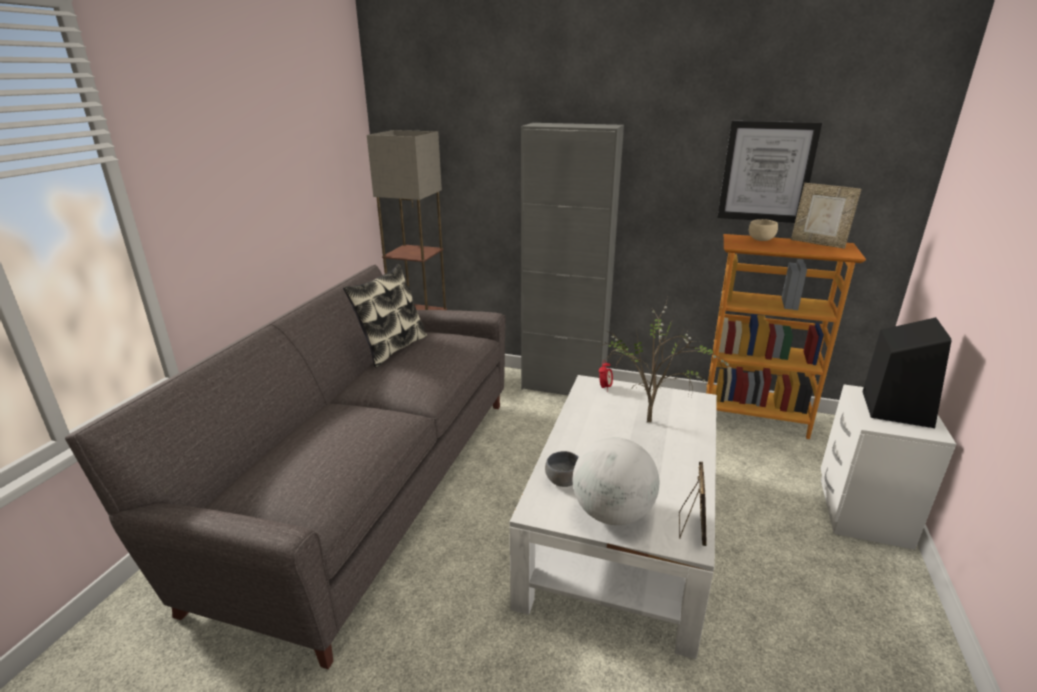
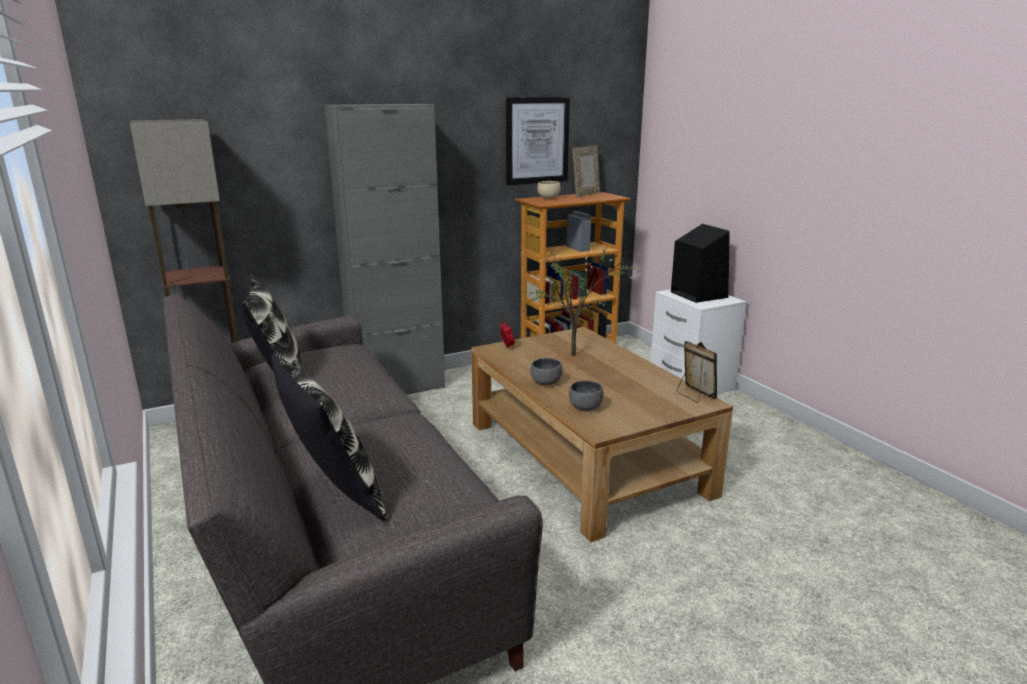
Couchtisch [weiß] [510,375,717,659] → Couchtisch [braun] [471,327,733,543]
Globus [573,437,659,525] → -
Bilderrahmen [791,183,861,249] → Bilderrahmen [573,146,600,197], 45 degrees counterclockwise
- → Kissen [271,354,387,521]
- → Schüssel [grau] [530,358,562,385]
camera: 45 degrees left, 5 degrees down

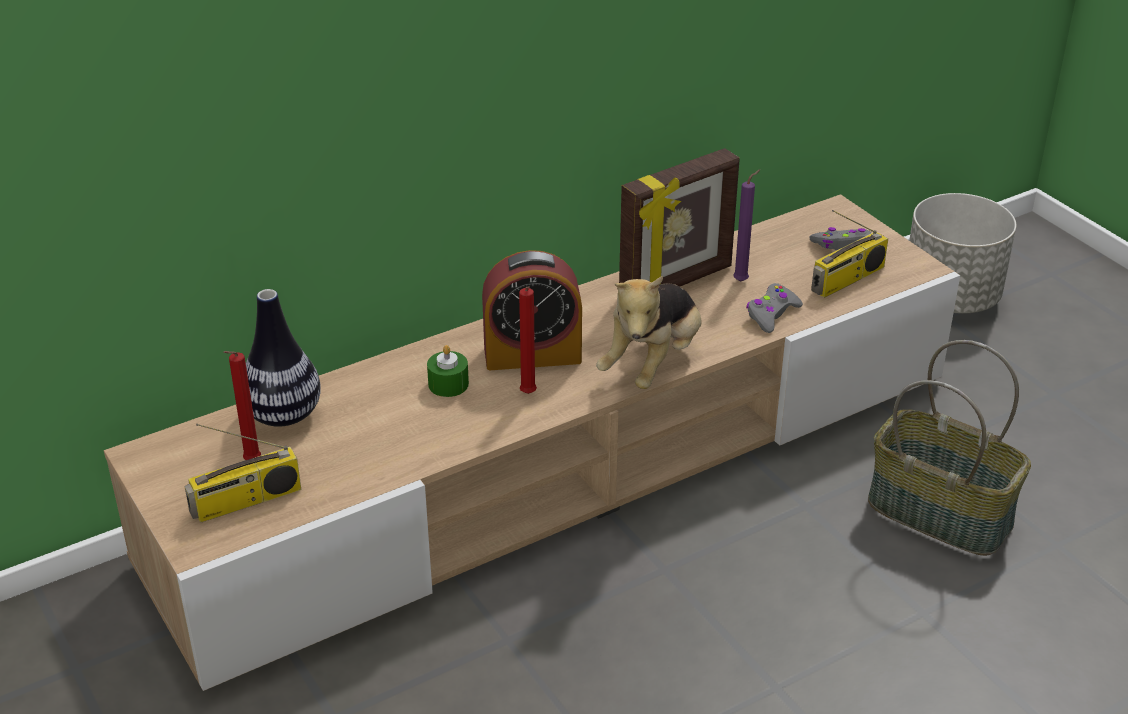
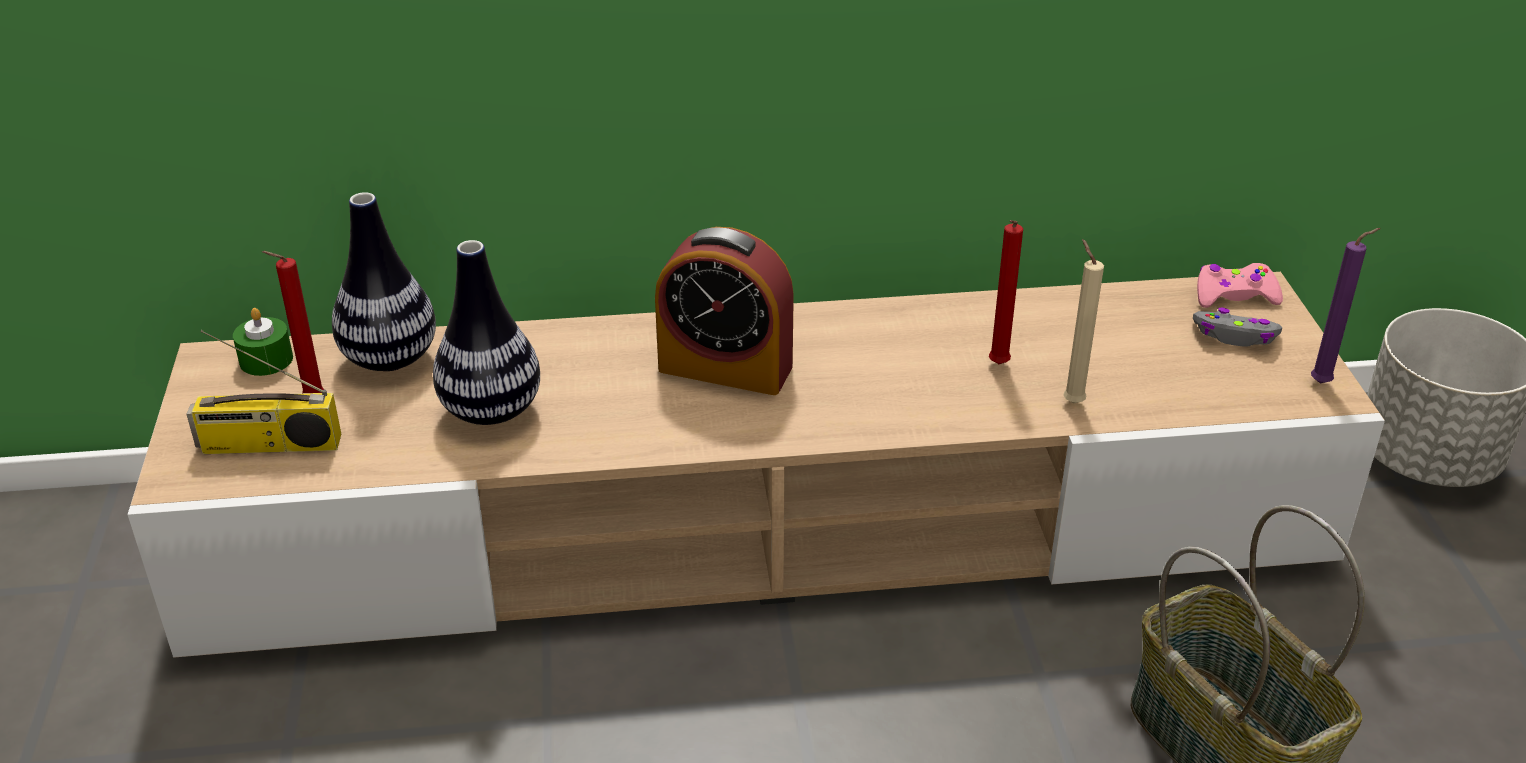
Kerze [grün] [427,345,469,397] → Kerze [grün] [233,308,293,376], move
Kerze [rot] [519,286,537,394] → Kerze [rot] [989,220,1023,364], move
Plüschtier [596,275,702,389] → -
Bilderrahmen [619,148,740,286] → -
Kerze [lila] [733,169,760,282] → Kerze [lila] [1311,228,1381,383], move
Gamepad [grau] [746,283,803,333] → Kerze [beige] [1063,239,1104,403]
Radio [811,210,888,298] → -
- → Vase [433,240,540,425]
- → Gamepad [rosa] [1197,263,1283,308]
camera: 25 degrees right, 0 degrees up

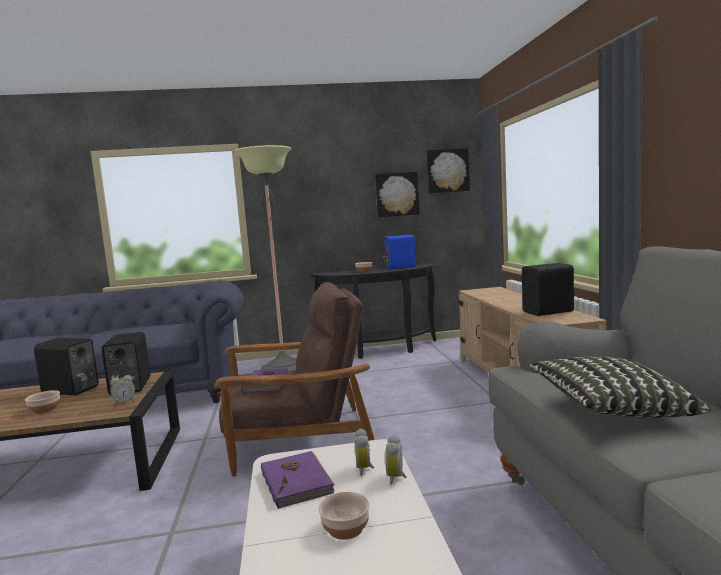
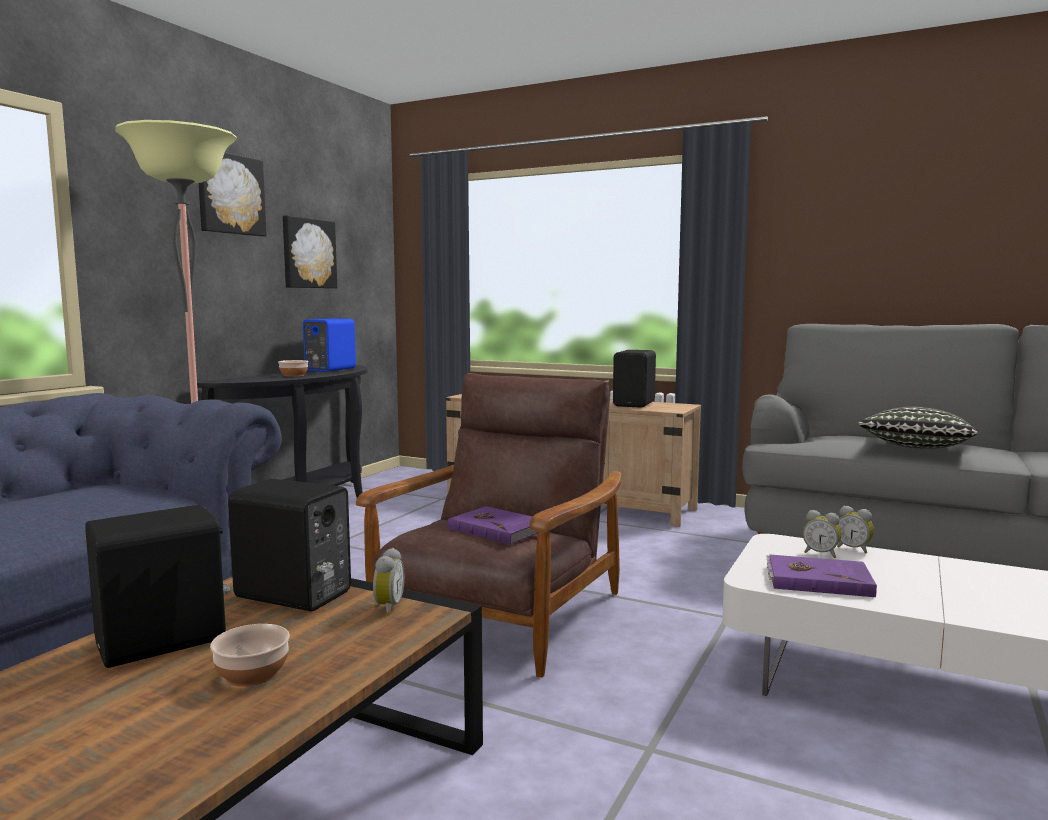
Schüssel [318,492,370,540] → -
Bild [426,148,470,194] → Bild [199,152,267,237], move
camera: 55 degrees left, 0 degrees up

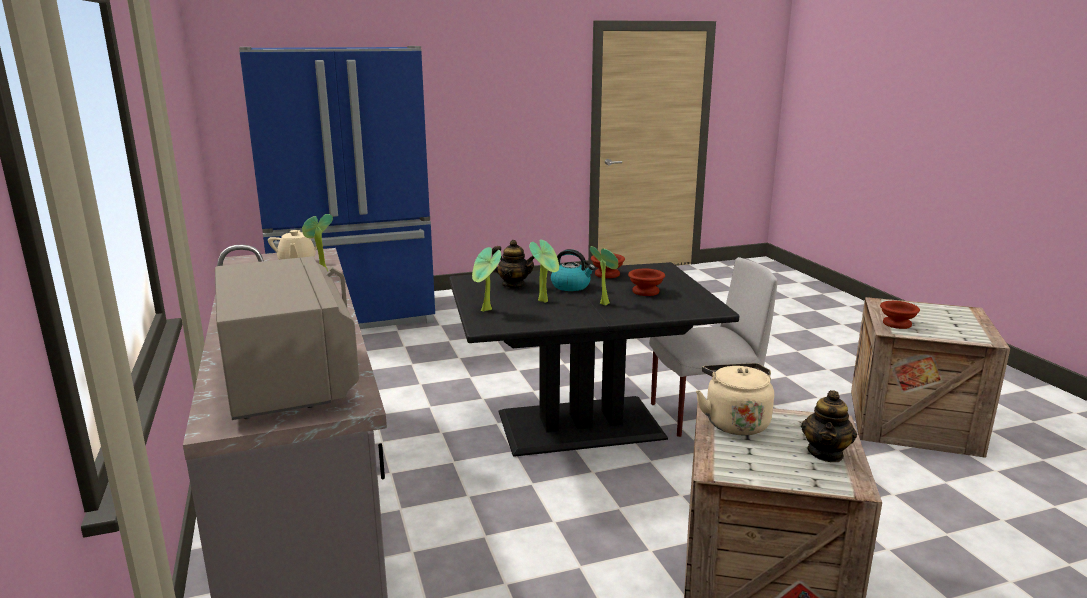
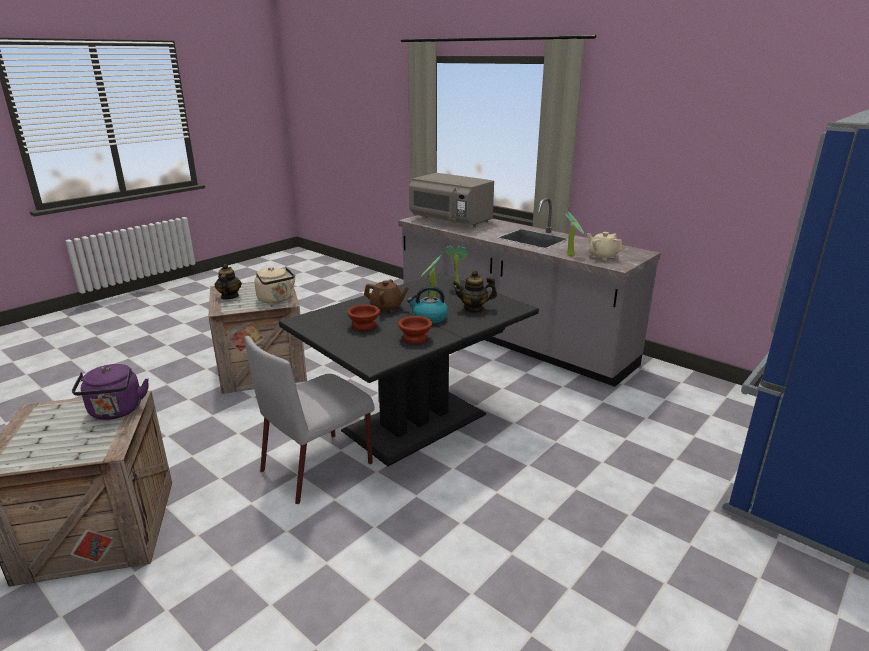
Topfpflanze [590,246,618,305] → Teekanne [braun] [364,279,409,313]
Schüssel [braun] [880,301,920,329] → Wasserkessel [lila] [72,364,149,420]
camera: 150 degrees right, 5 degrees up

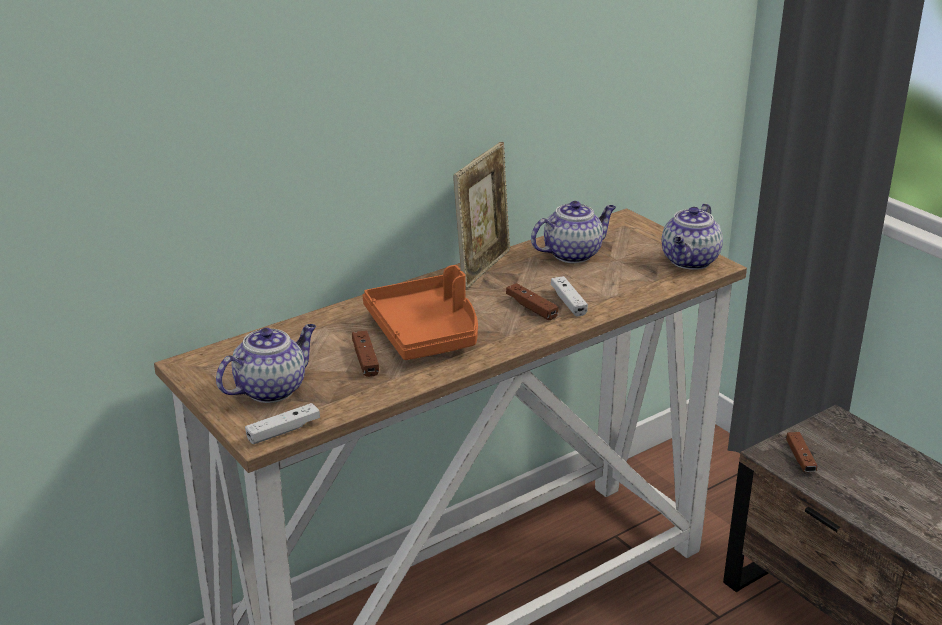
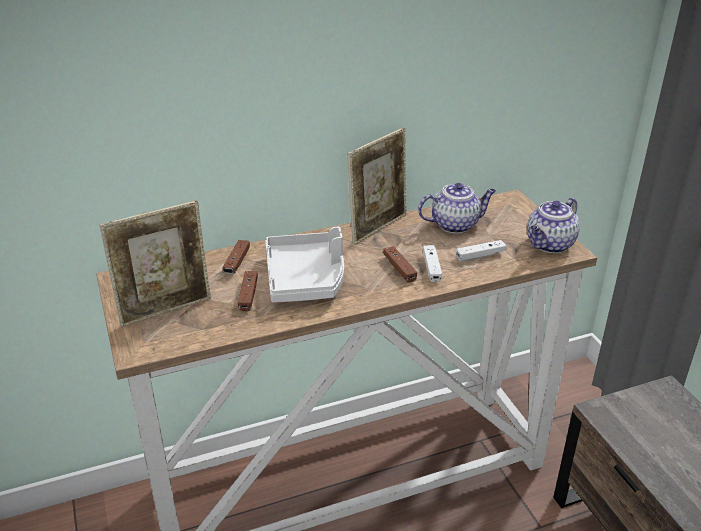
Teekanne [216,324,316,403] → Bilderrahmen [100,201,211,327]
Gamepad [weiß] [245,403,320,444] → Gamepad [weiß] [456,240,506,262], move
Tablett [orange] [363,265,478,360] → Tablett [grau] [265,227,344,303]
Gamepad [braun] [786,432,817,472] → Gamepad [braun] [222,240,250,274], move
camera: 15 degrees right, 5 degrees up

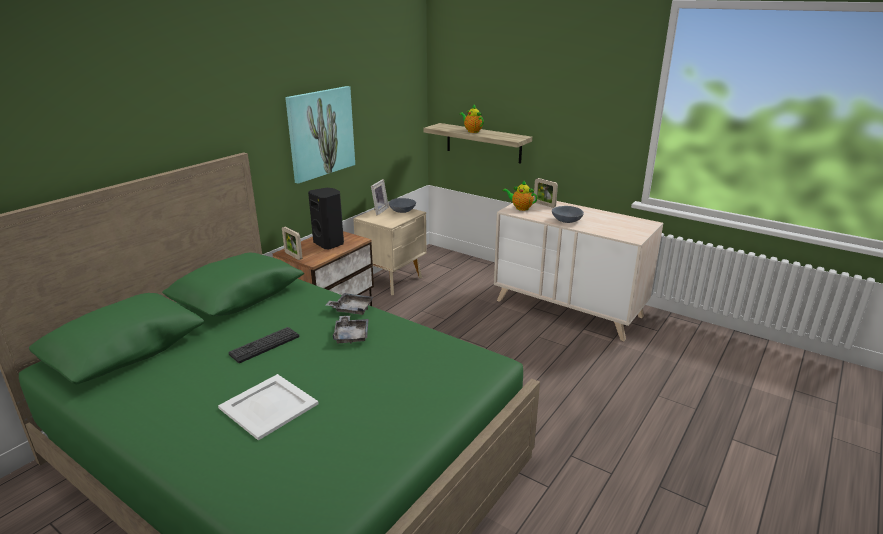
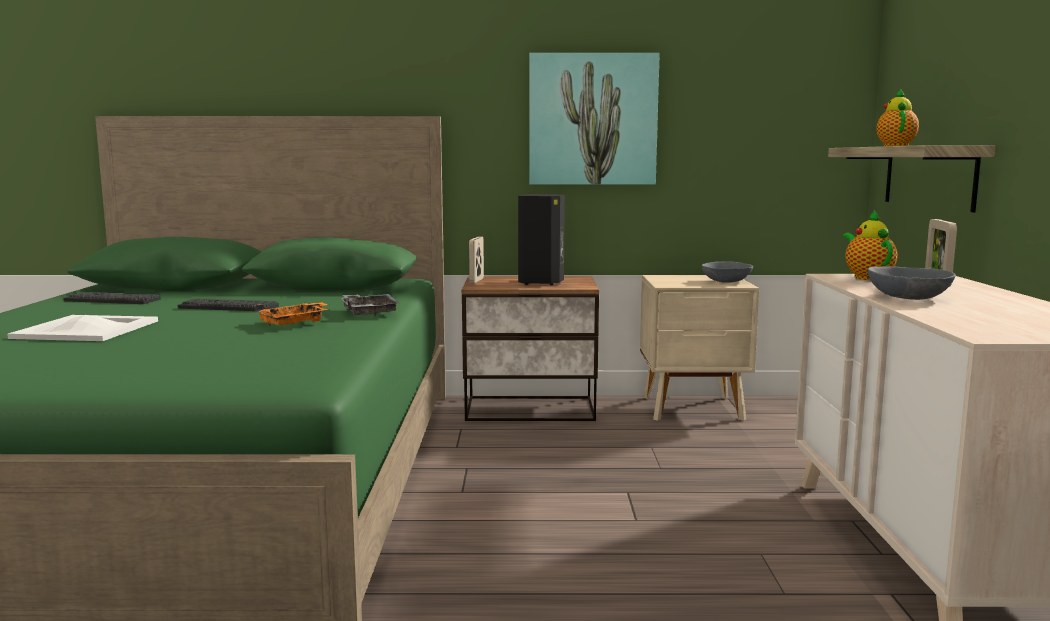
Tablett [grau] [333,316,369,344] → Tablett [orange] [254,302,329,325]
Bilderrahmen [371,179,389,215] → -
- → Tastatur [63,292,161,304]
camera: 55 degrees right, 15 degrees down

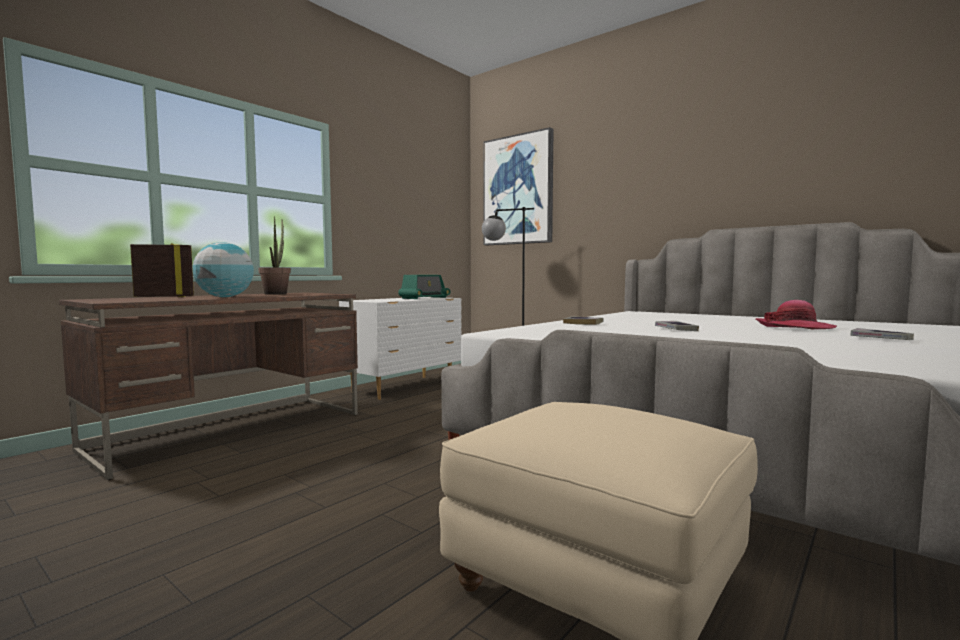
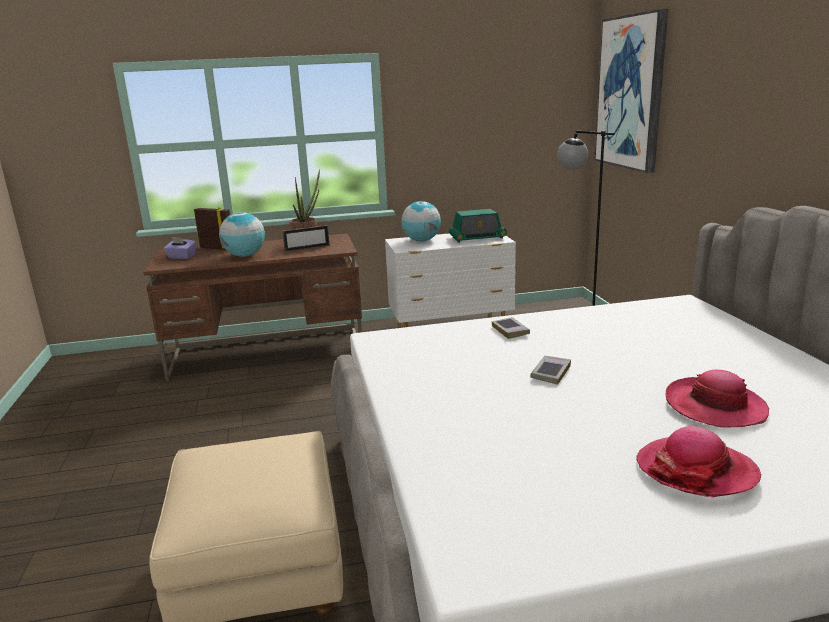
Buch [851,328,914,340] → Hut [636,426,761,497]
- → Taschentuchbox [lila] [164,237,196,259]
- → Bilderrahmen [282,225,330,252]
- → Globus [401,201,441,241]
camera: 40 degrees right, 15 degrees up

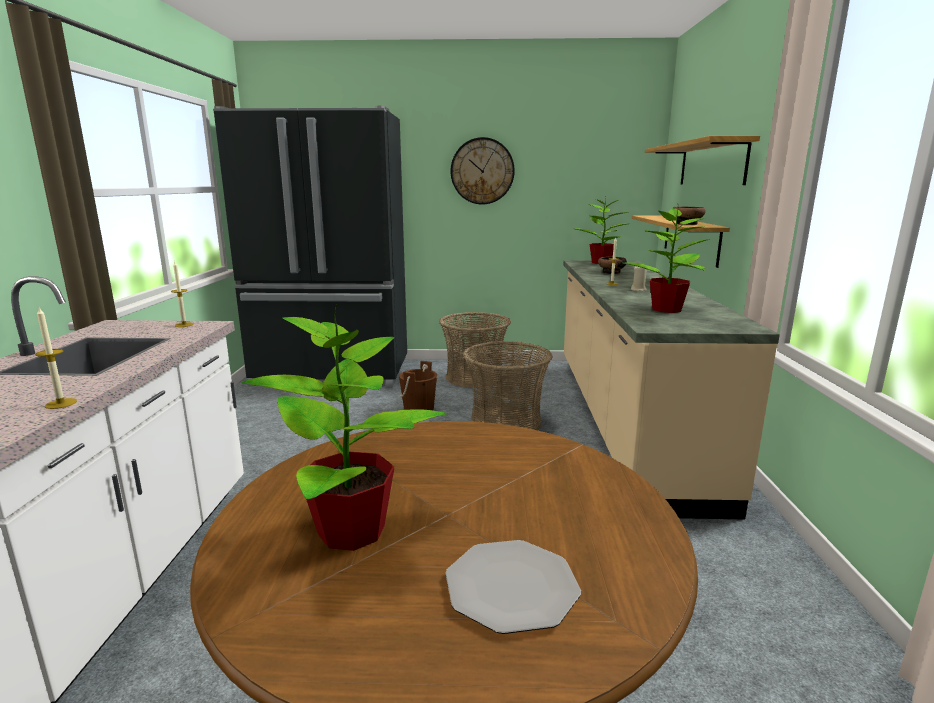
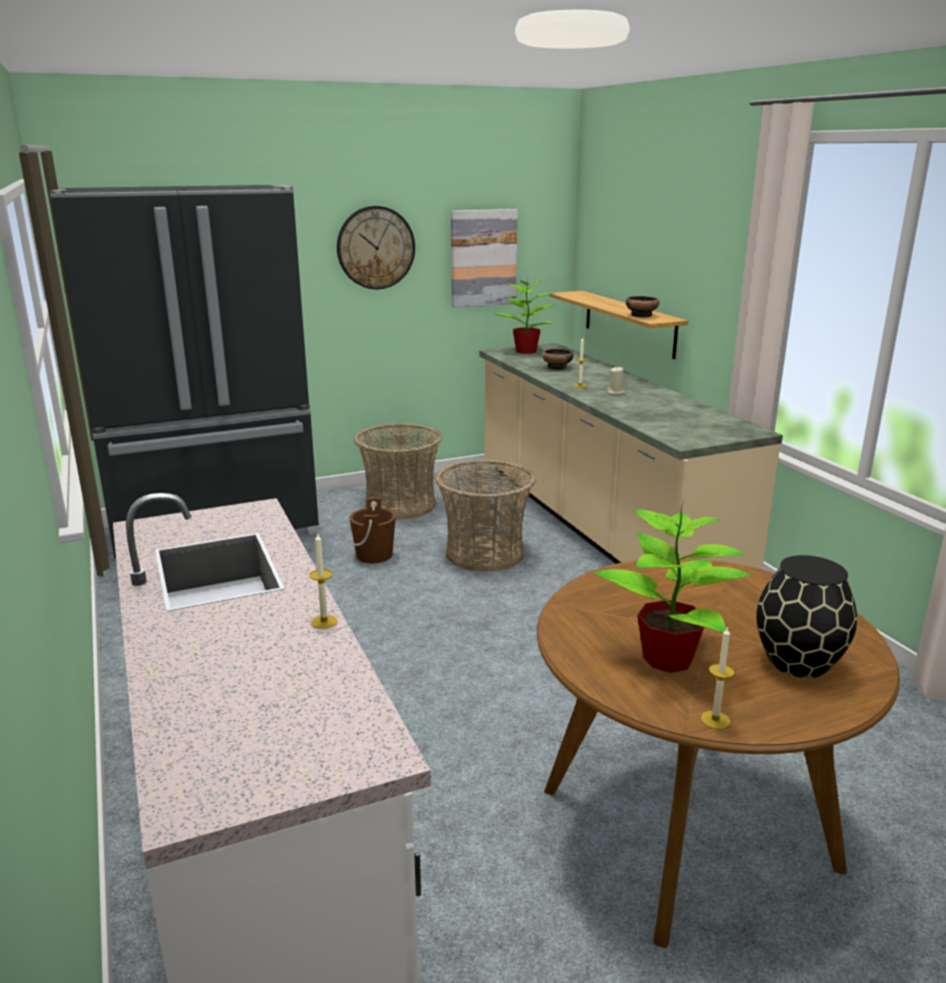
Kerze [171,262,194,327] → Kerze [701,626,735,729], move
Teller [445,540,581,634] → Vase [schwarz] [756,555,857,678]
Topfpflanze [624,208,710,313] → -
Wandregal [645,136,760,185] → -
- → Bild [451,209,518,308]
camera: 25 degrees left, 5 degrees up

